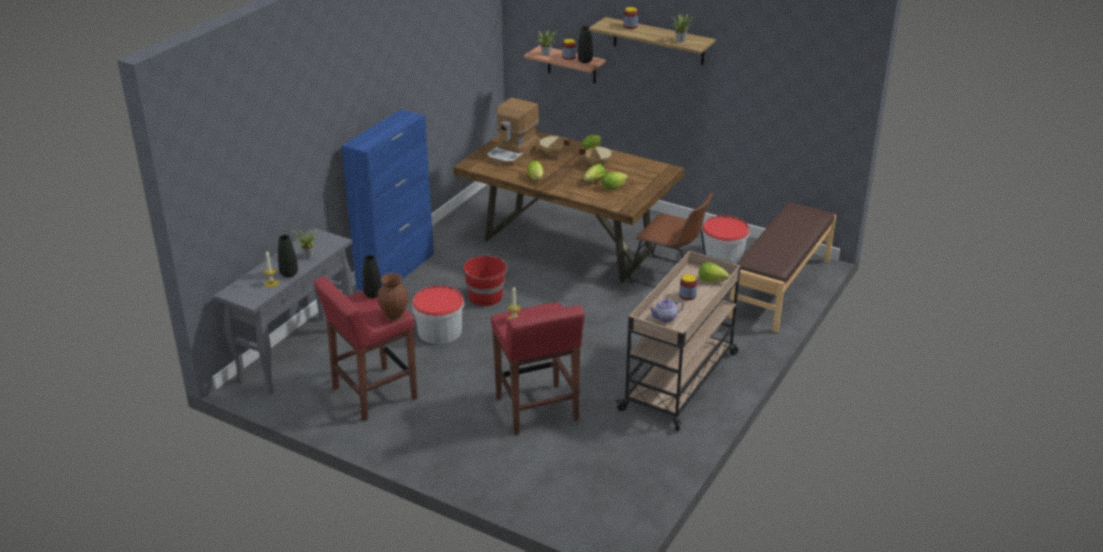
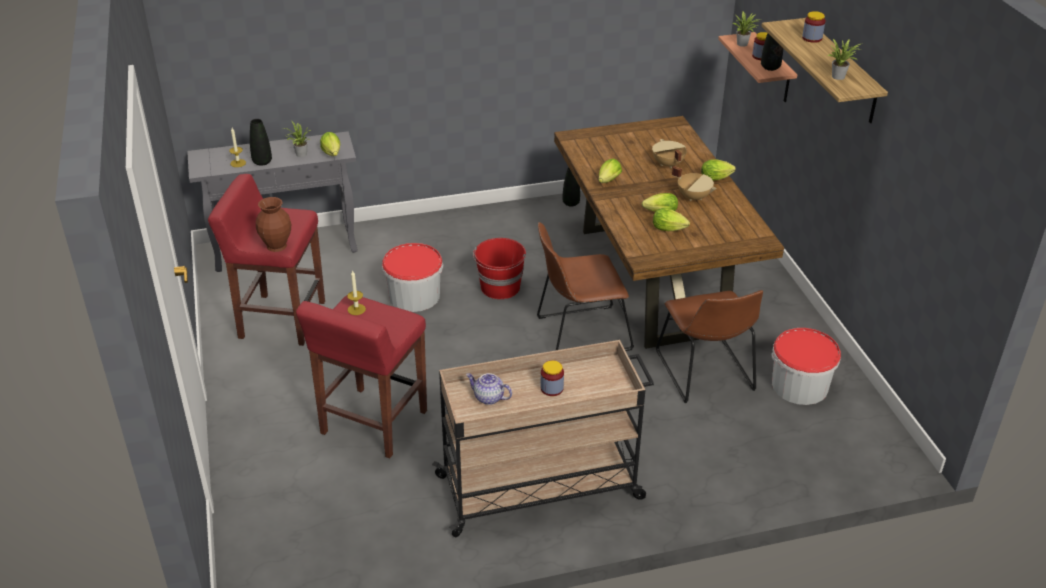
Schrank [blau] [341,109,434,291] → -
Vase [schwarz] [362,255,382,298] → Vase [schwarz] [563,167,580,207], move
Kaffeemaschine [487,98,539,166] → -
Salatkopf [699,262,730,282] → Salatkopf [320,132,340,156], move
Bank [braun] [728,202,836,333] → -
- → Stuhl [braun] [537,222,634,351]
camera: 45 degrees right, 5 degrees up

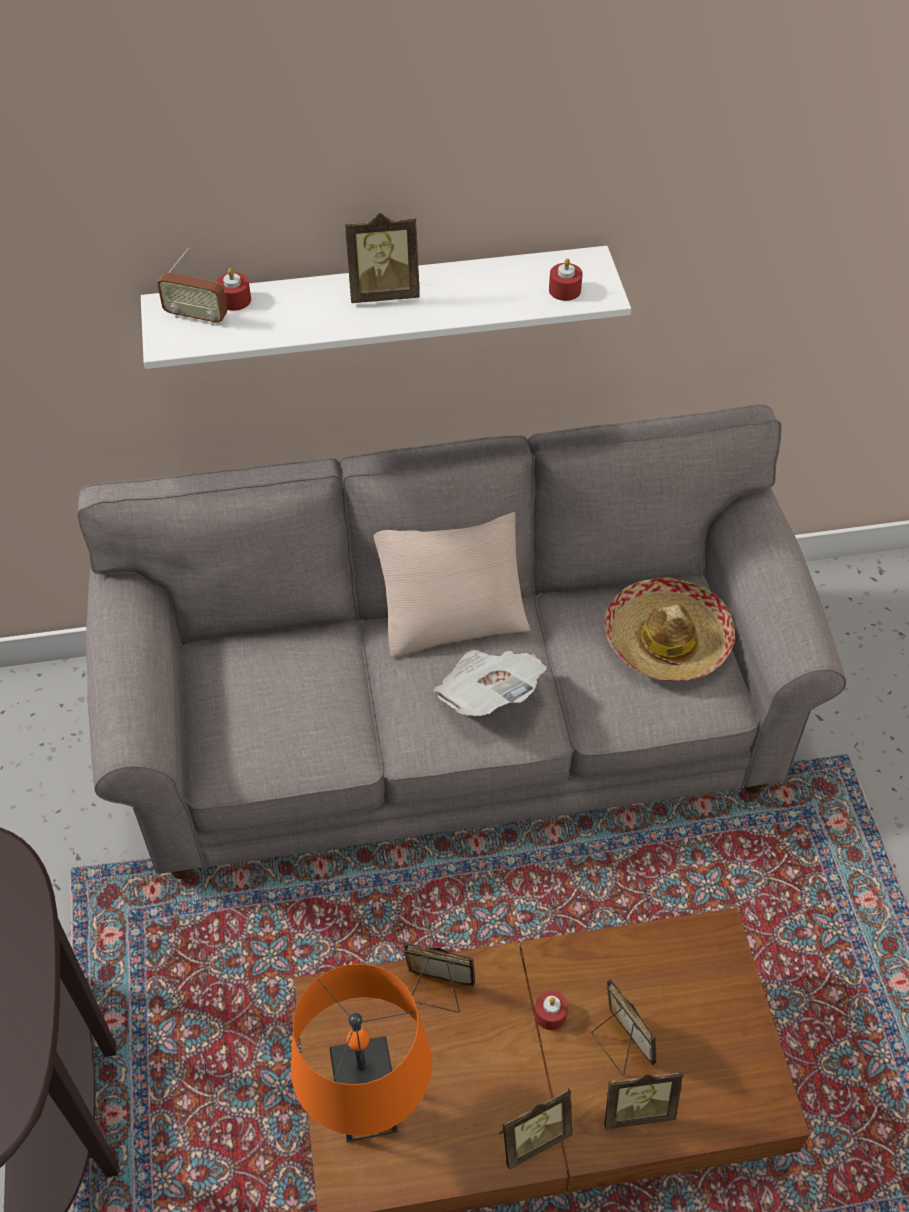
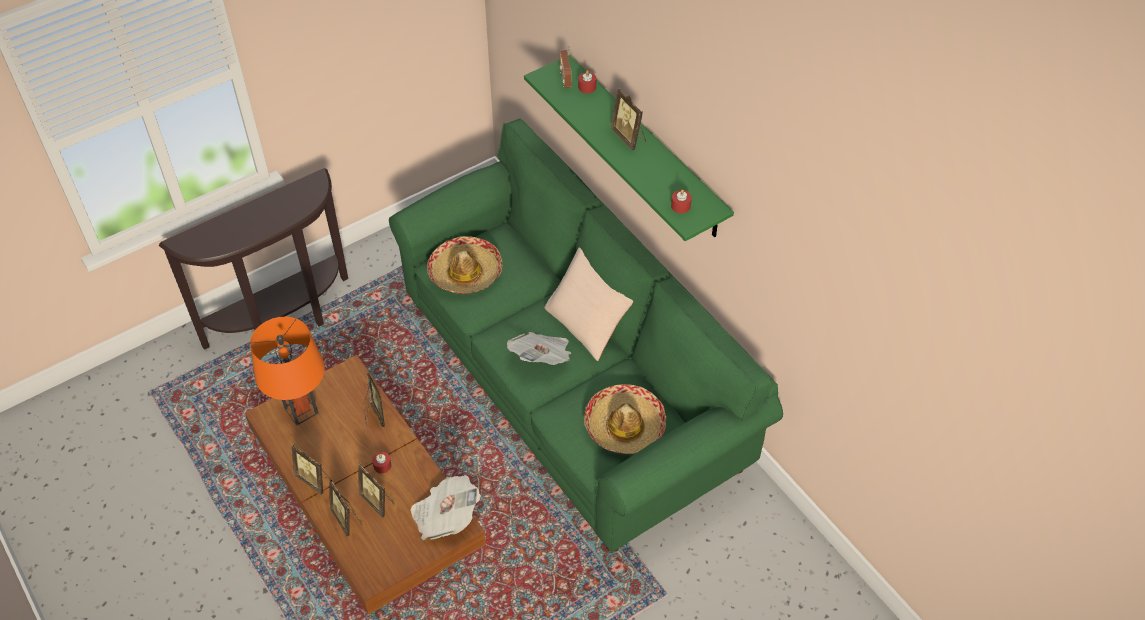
Sofa [grau] [77,404,847,879] → Sofa [grün] [389,118,783,553]
Wandregal [weiß] [141,246,631,369] → Wandregal [grün] [524,55,734,241]
Bilderrahmen [591,979,656,1076] → Bilderrahmen [358,464,395,518], 105 degrees clockwise
- → Zeitung [410,475,480,540]
- → Hut [427,236,502,294]
camera: 65 degrees right, 0 degrees up

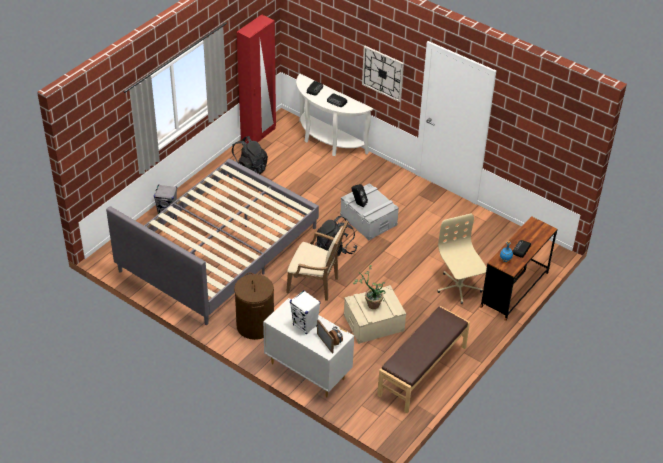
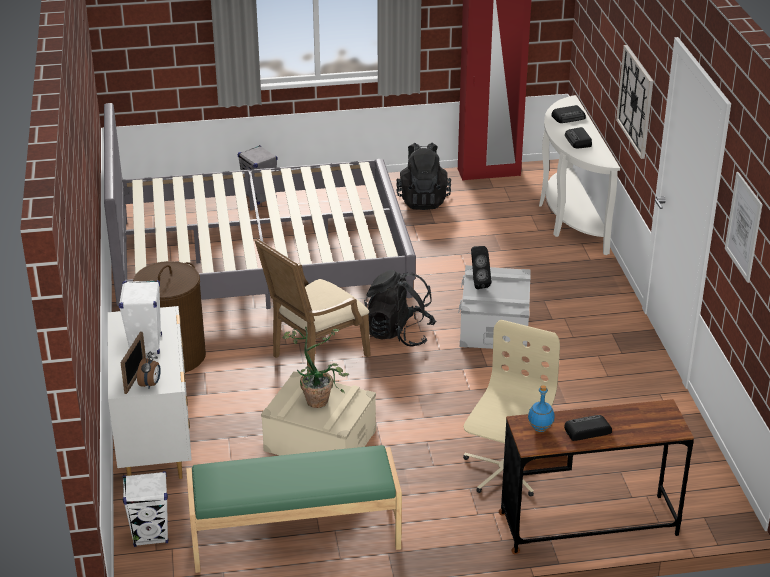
Sessel [beige] [286,220,348,301] → Sessel [beige] [255,238,371,372], 75 degrees clockwise
Bank [braun] [377,306,470,413] → Bank [grün] [186,445,402,573]
- → Lautsprecher [weiß] [123,471,168,547]
- → Bild [725,172,763,283]
camera: 45 degrees right, 10 degrees down

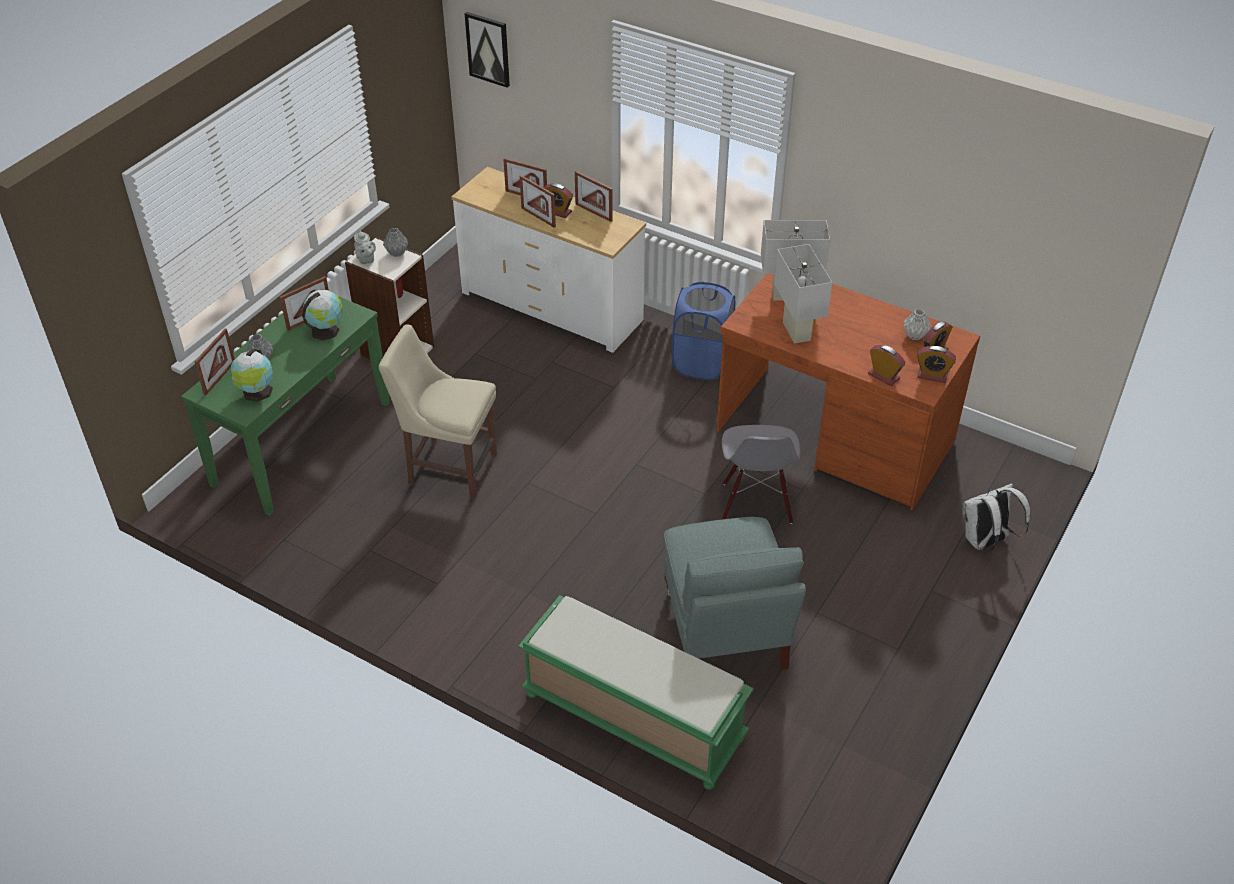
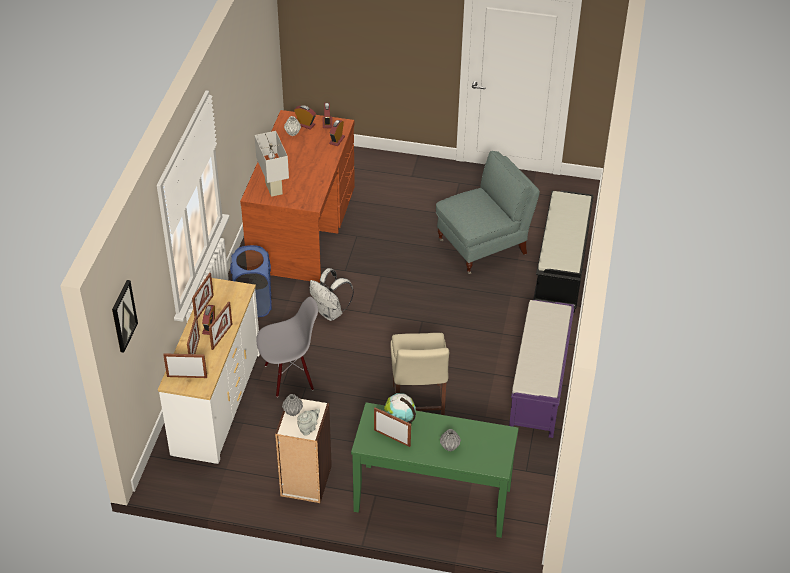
Bilderrahmen [195,329,235,395] → Bilderrahmen [163,353,207,378], move
Globus [231,349,273,402] → -
Bank [grün] [518,595,754,790] → Bank [schwarz] [533,191,593,312]
Stuhl [grau] [722,425,801,524] → Stuhl [grau] [256,297,318,397], move
Tischlampe [weiß] [774,244,832,343] → -
Rucksack [weiß] [962,483,1030,552] → Rucksack [weiß] [309,268,354,321], move
- → Bank [lila] [509,300,574,438]
camera: 110 degrees left, 0 degrees up

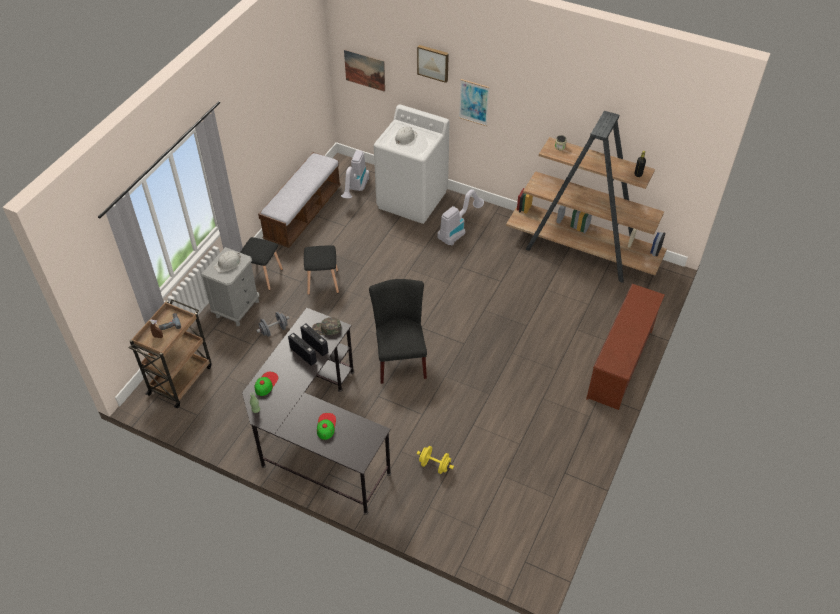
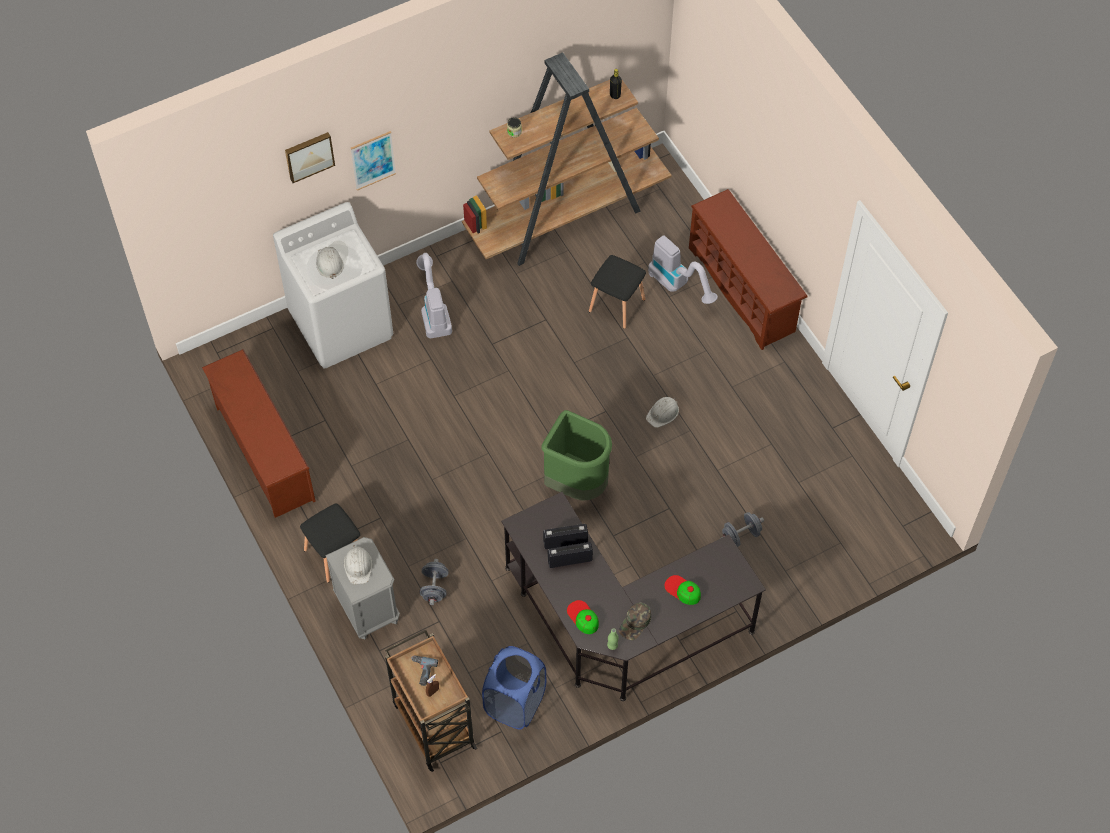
Bank [258,152,341,248] → Schuhregal [braun] [202,349,316,518]
Hocker [schwarz] [304,245,339,295] → Hocker [schwarz] [589,255,646,329], move
Kappe [grün] [312,317,341,335] → Kappe [grün] [619,602,651,640], move
Staubsauger [341,150,369,198] → Staubsauger [648,235,718,304], move
Bild [344,49,385,92] → -
Stuhl [schwarz] [369,279,427,384] → Mülleimer [grün] [542,410,612,501]
Hantel [gelb] [417,446,454,474] → Hantel [grau] [722,512,764,547]
- → Wäschekorb [blau] [482,646,546,729]
- → Schutzhelm [weiß] [646,397,679,428]
camera: 55 degrees left, 10 degrees up

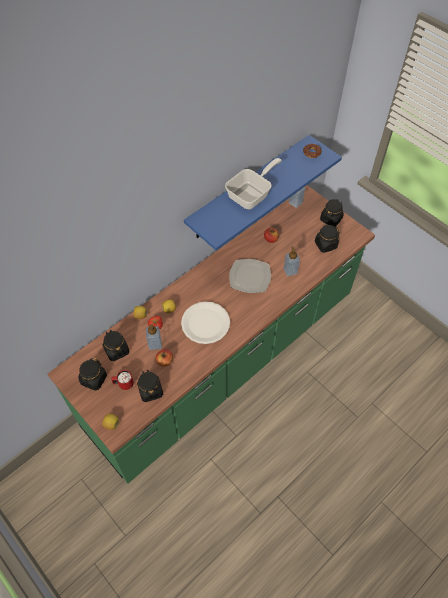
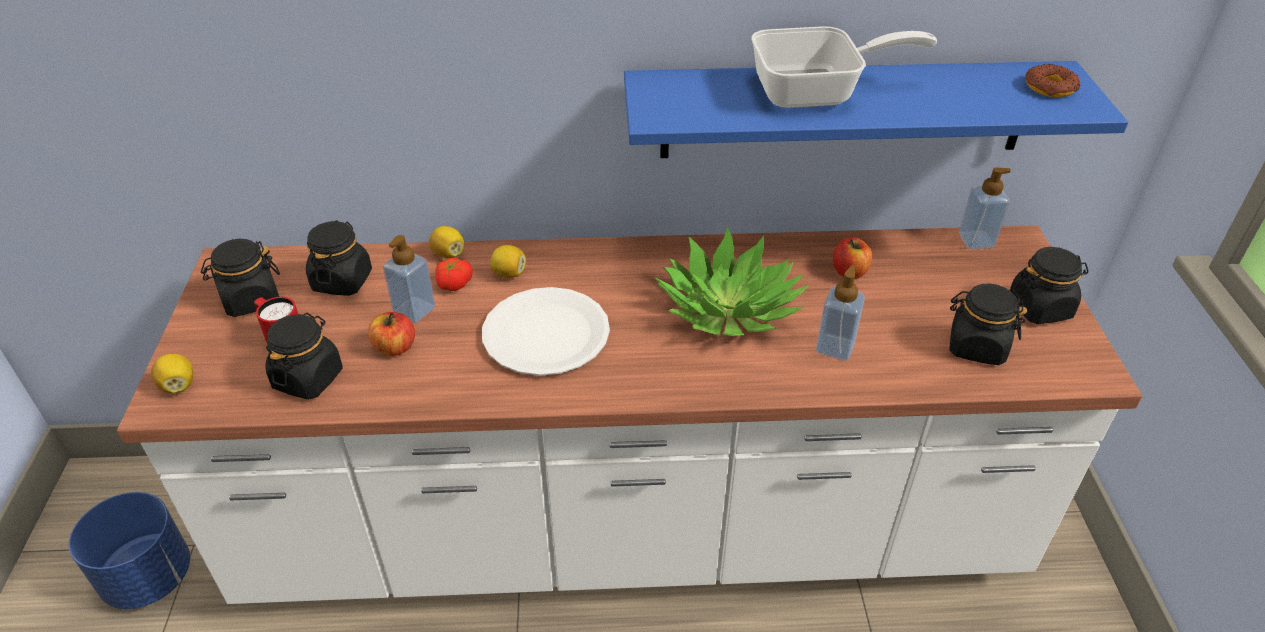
Küchenzeile [grün] [47,185,375,484] → Küchenzeile [weiß] [117,225,1142,604]
Teller [229,259,271,293] → Topfpflanze [654,226,808,336]
- → Pflanzkübel [blau] [69,492,190,609]
camera: 40 degrees right, 15 degrees down

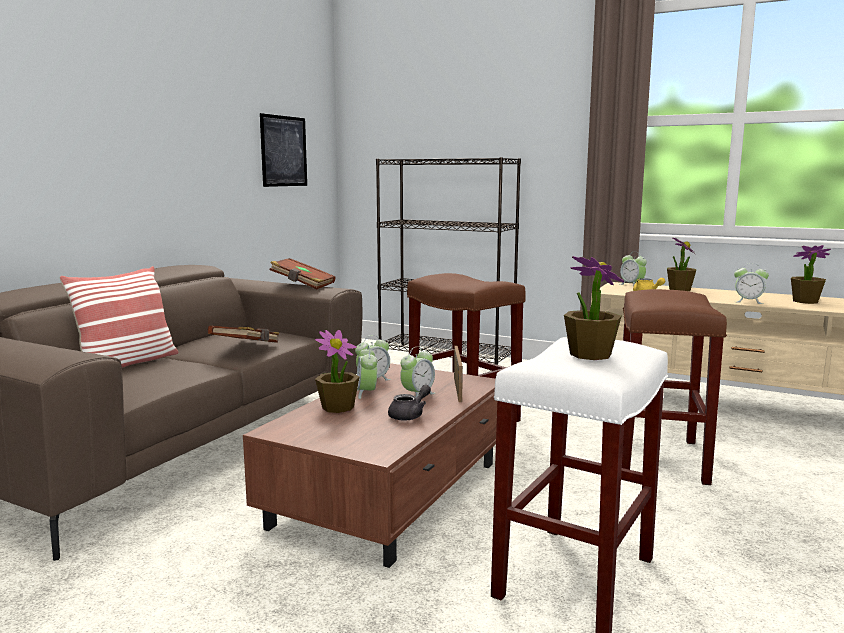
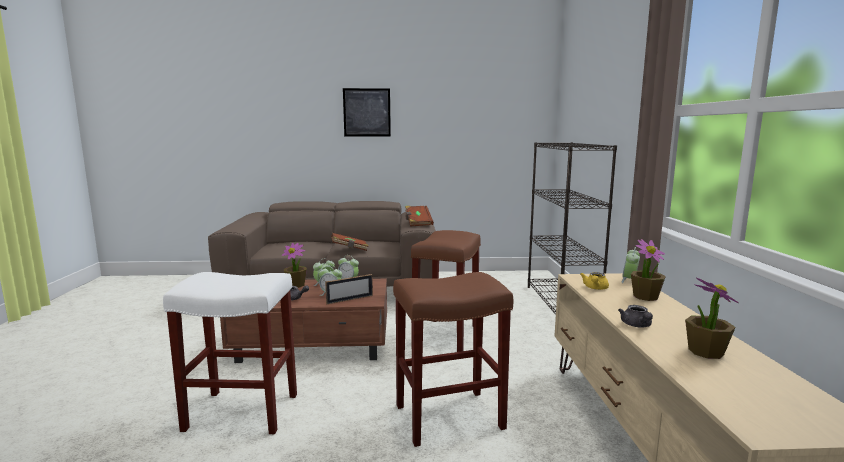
Kissen [59,266,178,368] → -
Bild [260,113,307,187] → Bild [343,88,391,136], move
Topfpflanze [564,256,624,360] → -
Wecker [734,263,769,304] → Teekanne [grau] [618,305,653,327]
camera: 60 degrees right, 0 degrees up

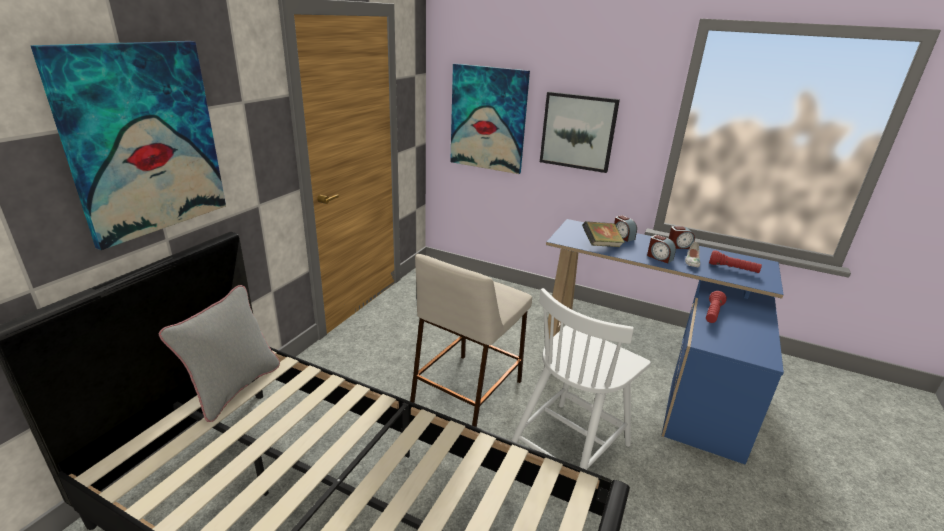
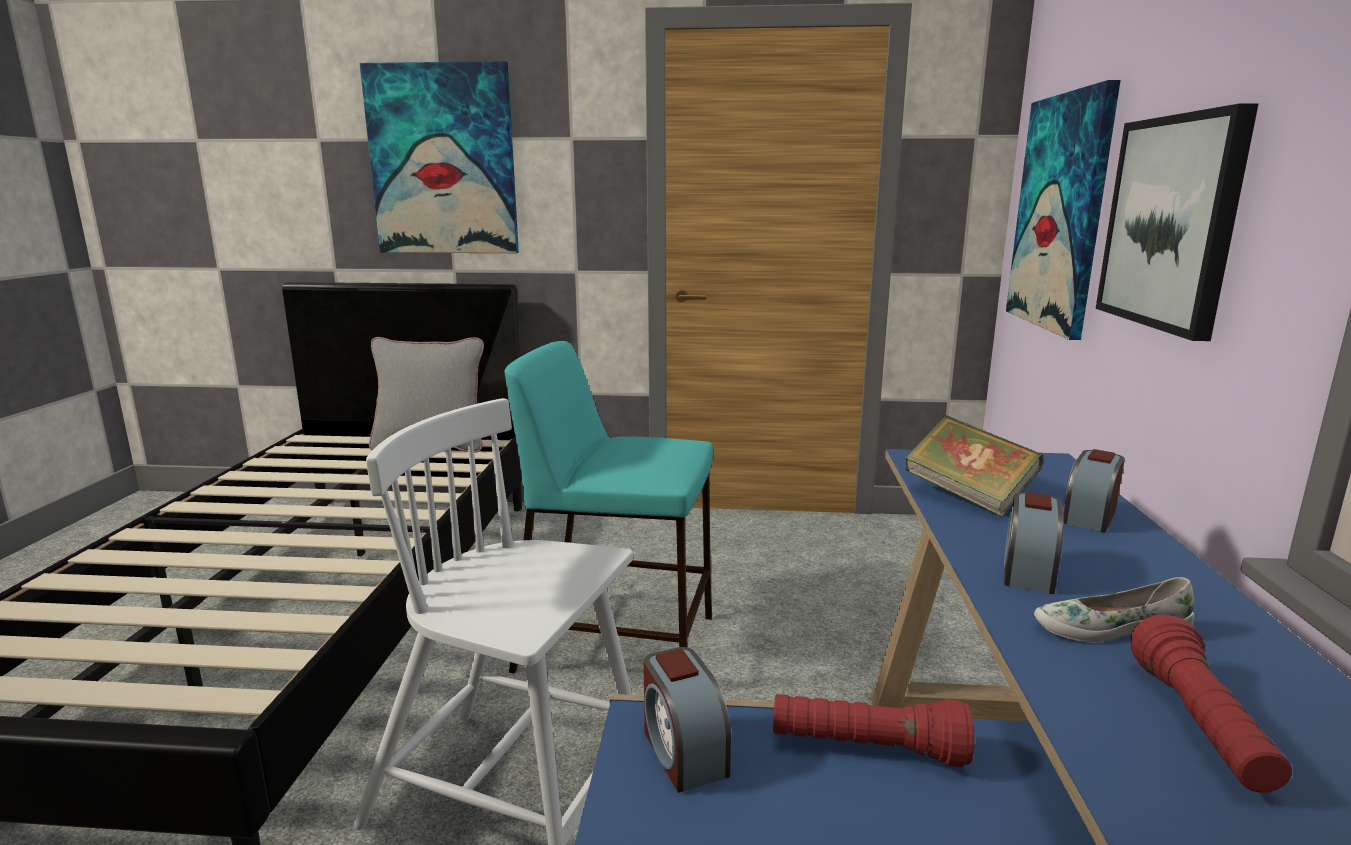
Hocker [beige] [410,254,532,427] → Hocker [türkis] [504,341,713,673]
Wecker [669,226,695,249] → Wecker [644,647,731,793], move
camera: 70 degrees right, 10 degrees down

